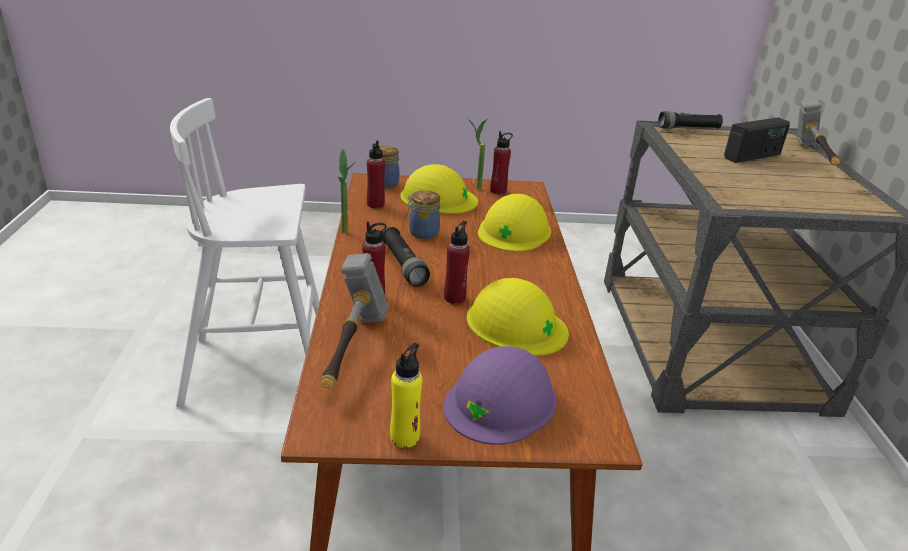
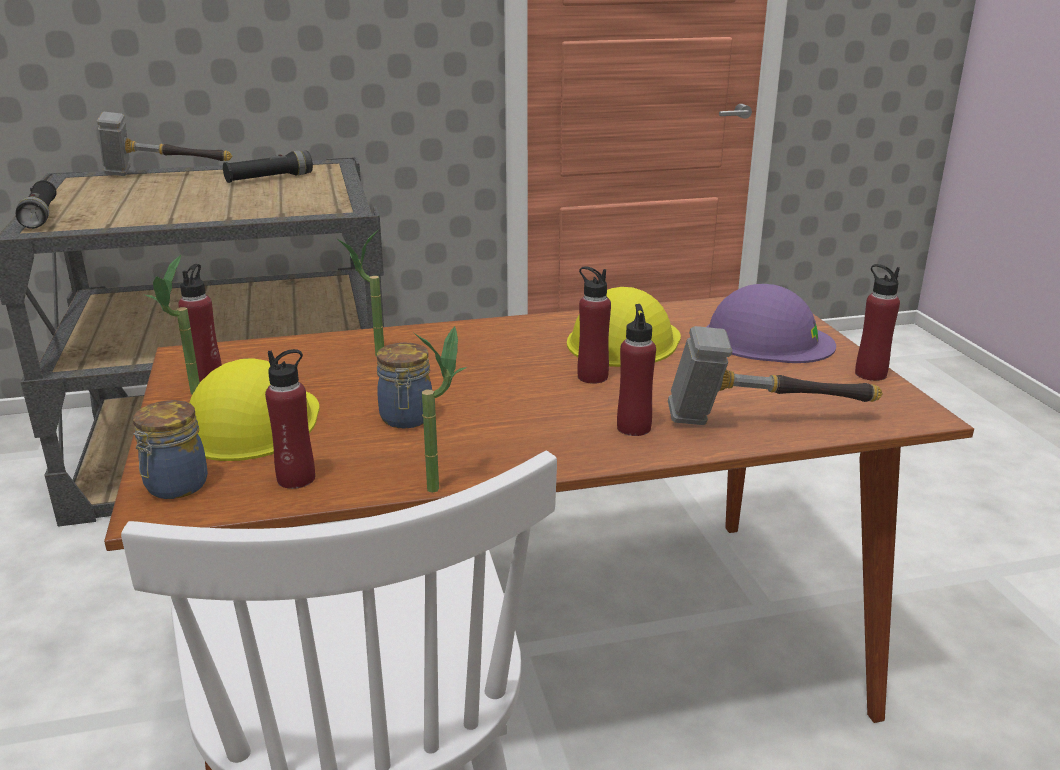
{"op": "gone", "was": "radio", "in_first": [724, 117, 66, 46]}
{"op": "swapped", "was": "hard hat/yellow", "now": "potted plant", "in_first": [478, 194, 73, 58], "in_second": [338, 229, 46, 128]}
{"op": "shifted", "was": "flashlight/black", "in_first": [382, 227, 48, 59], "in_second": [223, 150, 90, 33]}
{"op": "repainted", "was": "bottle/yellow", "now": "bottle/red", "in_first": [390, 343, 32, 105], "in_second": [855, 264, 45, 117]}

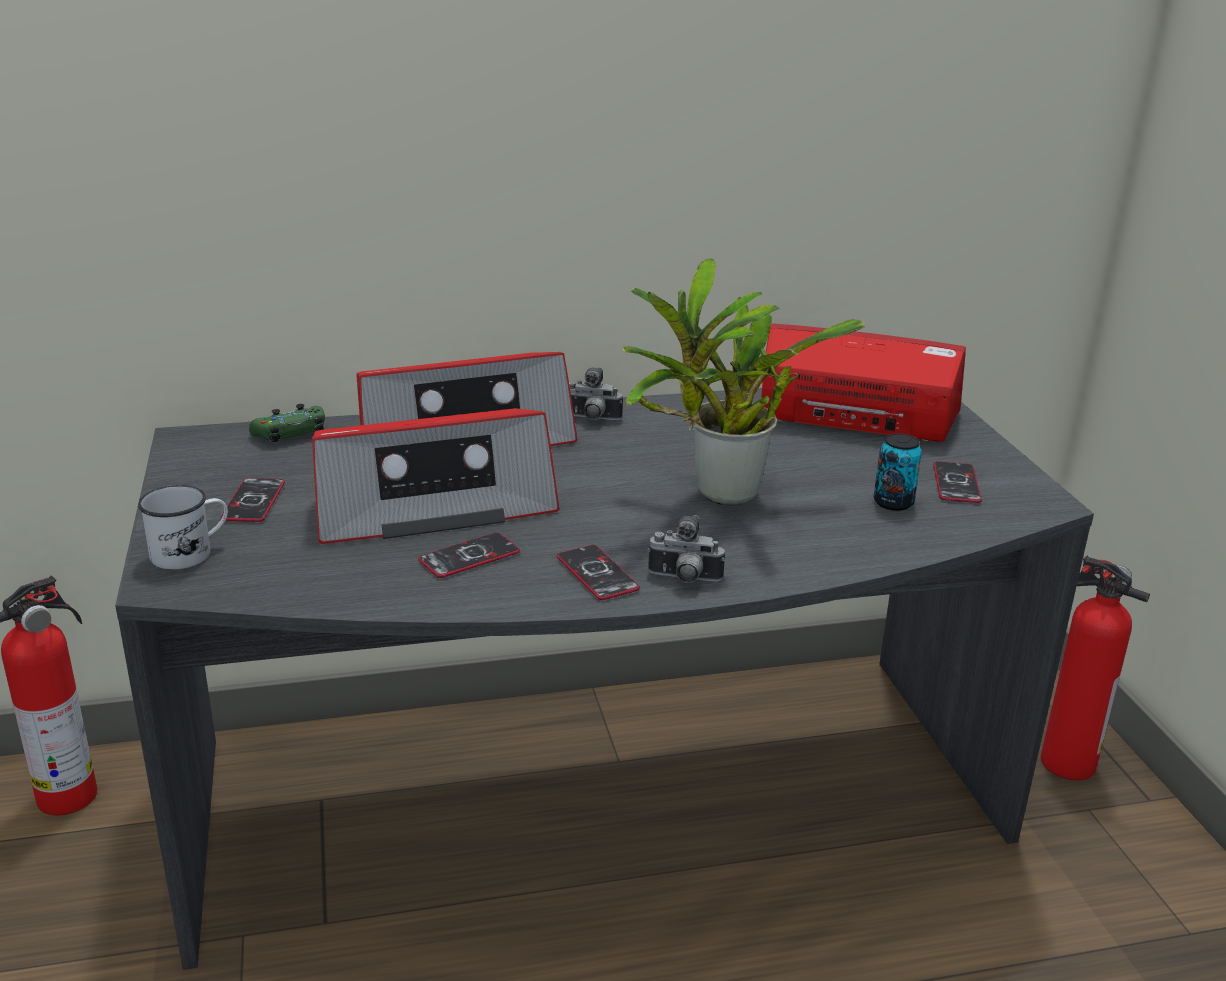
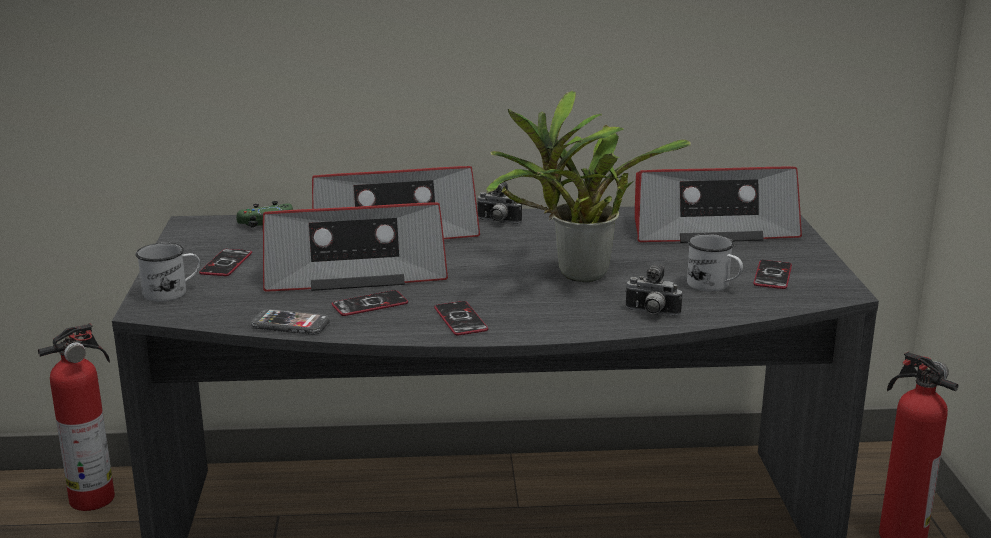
{"op": "rotated", "was": "radio", "in_first": [761, 324, 205, 118], "in_second": [635, 167, 167, 76], "clockwise": 150}
{"op": "swapped", "was": "can", "now": "mug/white", "in_first": [873, 433, 49, 78], "in_second": [687, 234, 56, 58]}
{"op": "shifted", "was": "photo camera", "in_first": [647, 515, 78, 68], "in_second": [625, 265, 57, 51]}
{"op": "new", "now": "phone", "in_second": [251, 309, 79, 26]}

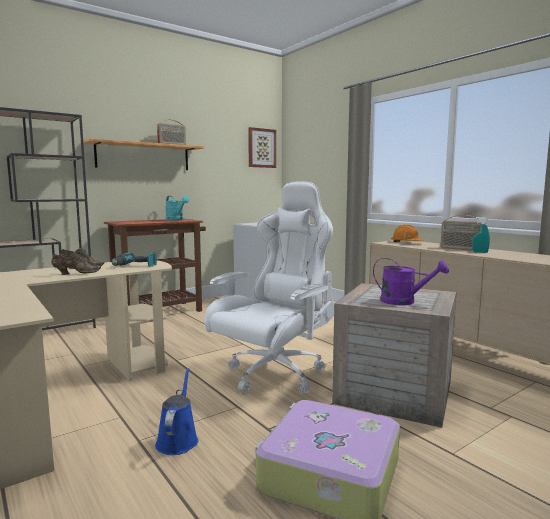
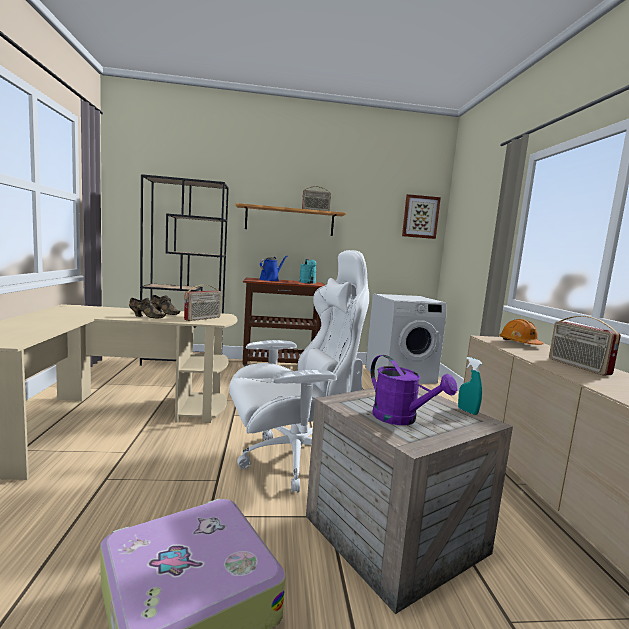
{"op": "shifted", "was": "spray bottle/turquoise", "in_first": [472, 217, 18, 36], "in_second": [458, 357, 25, 58]}
{"op": "swapped", "was": "power drill", "now": "radio", "in_first": [111, 252, 46, 15], "in_second": [184, 285, 37, 36]}
{"op": "shifted", "was": "watering can/blue", "in_first": [155, 368, 43, 87], "in_second": [259, 256, 28, 25]}

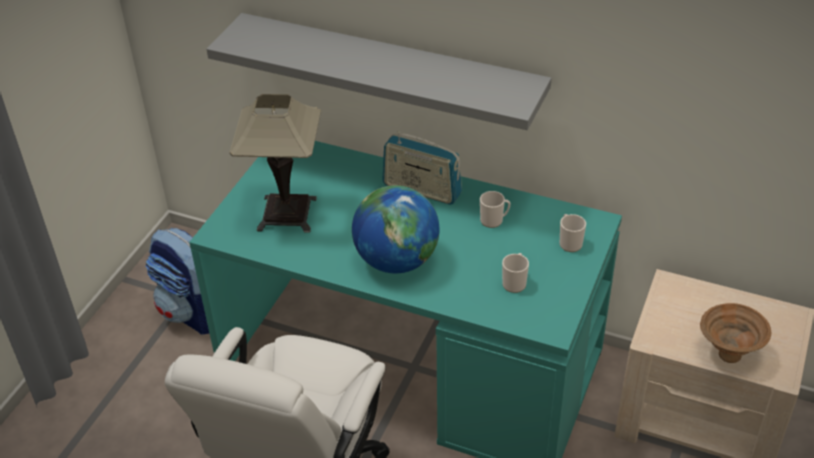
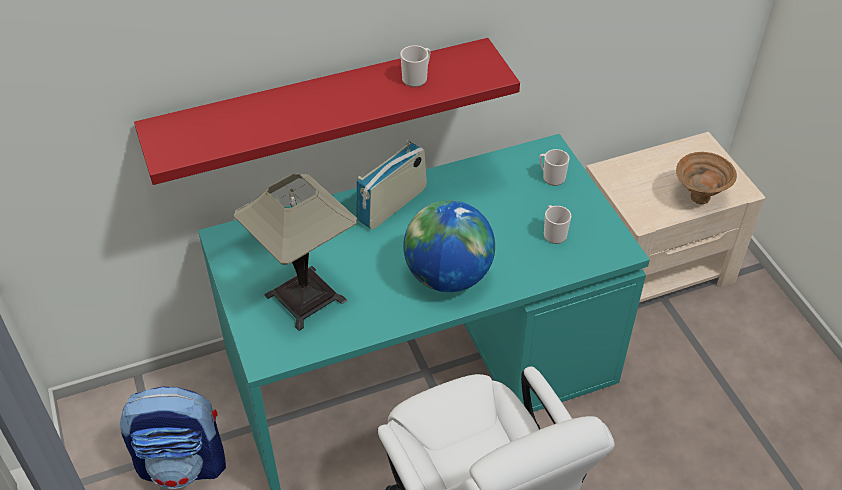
{"op": "repainted", "was": "shelf/grey", "now": "shelf/red", "in_first": [207, 13, 344, 117], "in_second": [134, 38, 386, 147]}
{"op": "rotated", "was": "radio", "in_first": [382, 131, 80, 74], "in_second": [356, 140, 71, 90], "clockwise": 150}
{"op": "shifted", "was": "mug", "in_first": [480, 191, 31, 37], "in_second": [400, 45, 30, 42]}

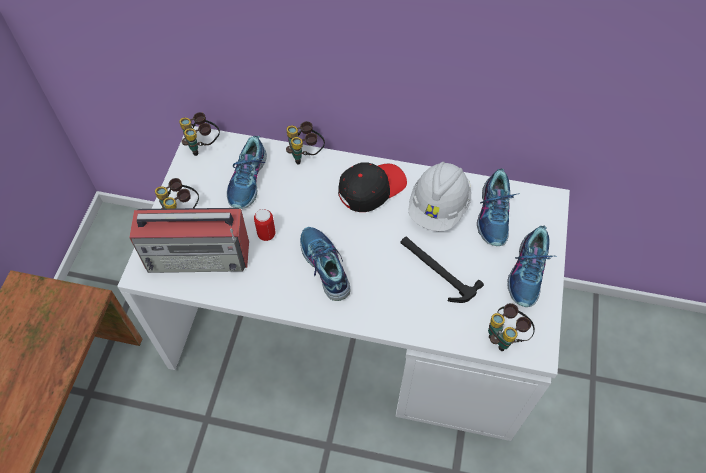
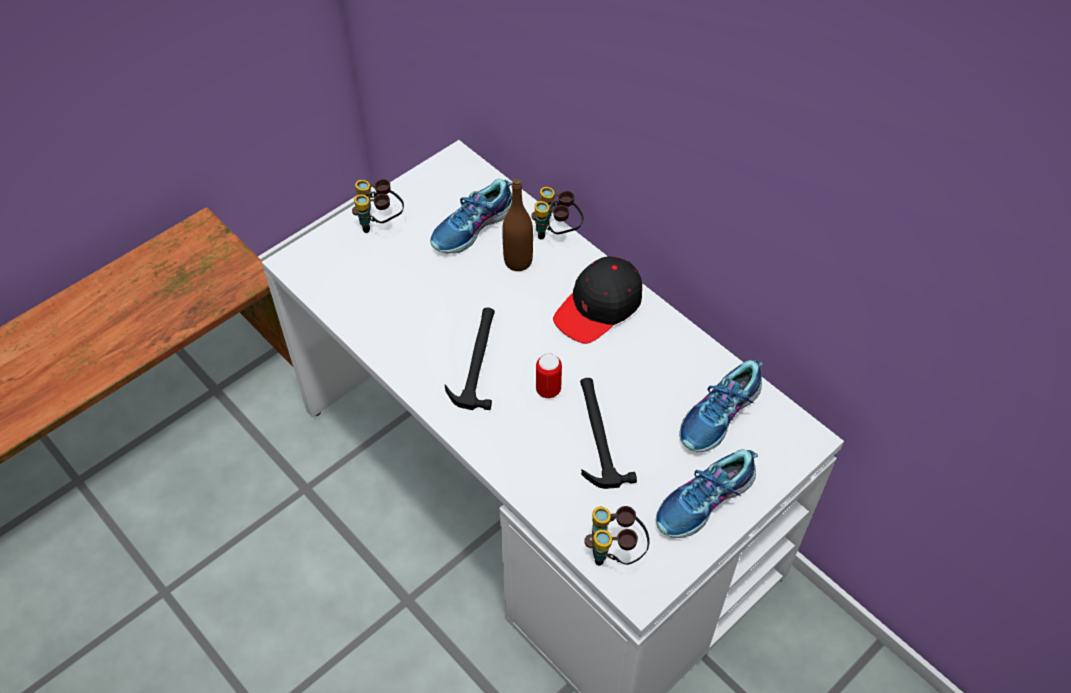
{"op": "gone", "was": "binoculars", "in_first": [179, 112, 41, 44]}
{"op": "rotated", "was": "cap/black", "in_first": [338, 162, 69, 50], "in_second": [553, 256, 89, 88], "clockwise": 135}
{"op": "gone", "was": "hard hat/white", "in_first": [408, 162, 63, 69]}
{"op": "gone", "was": "radio", "in_first": [129, 208, 120, 65]}
{"op": "shifted", "was": "can", "in_first": [254, 209, 22, 32], "in_second": [536, 354, 26, 45]}
{"op": "swapped", "was": "shoe", "now": "hammer", "in_first": [300, 227, 51, 74], "in_second": [445, 308, 50, 102]}
{"op": "new", "now": "bottle/brown", "in_second": [502, 178, 31, 93]}

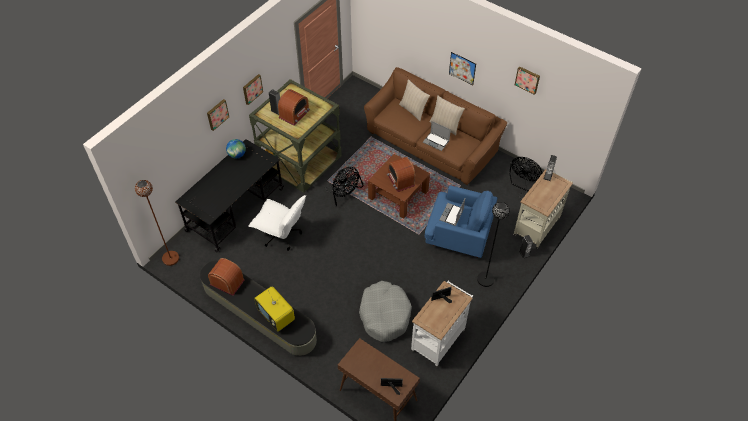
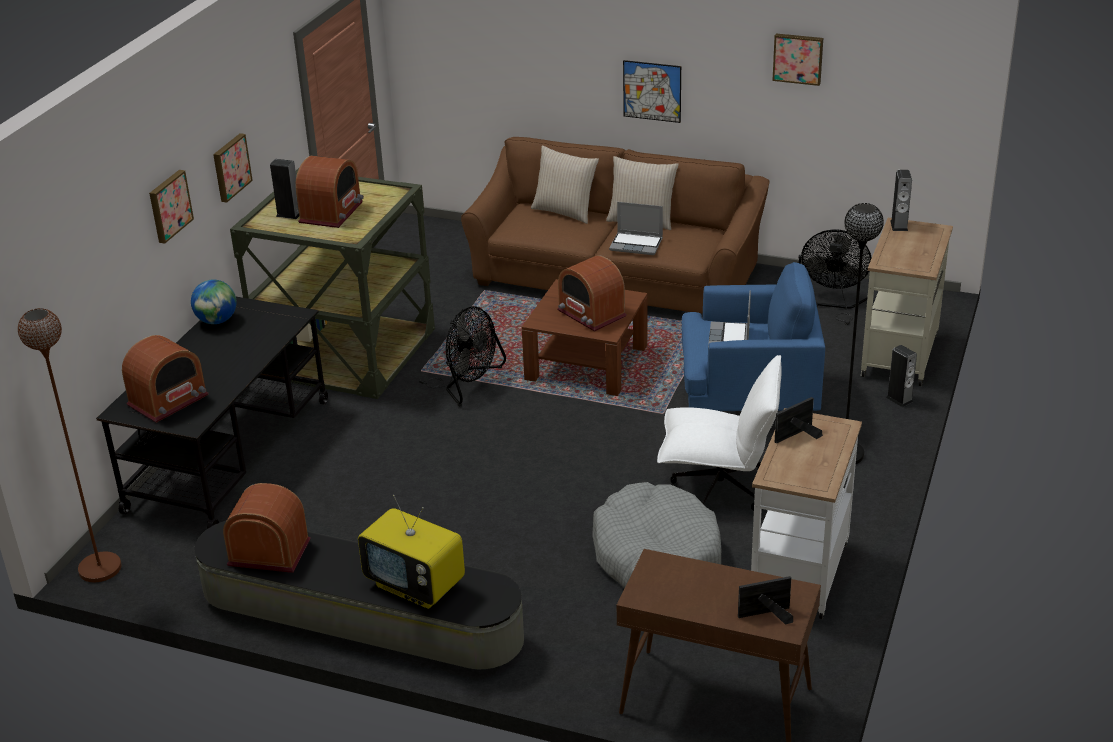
{"op": "shifted", "was": "office chair/white", "in_first": [248, 195, 58, 56], "in_second": [657, 355, 125, 155]}
{"op": "new", "now": "radio", "in_second": [122, 335, 87, 88]}

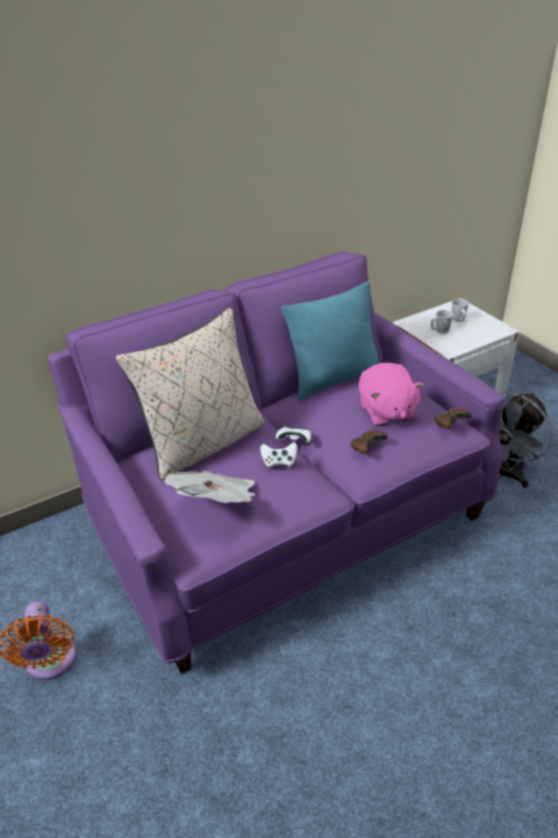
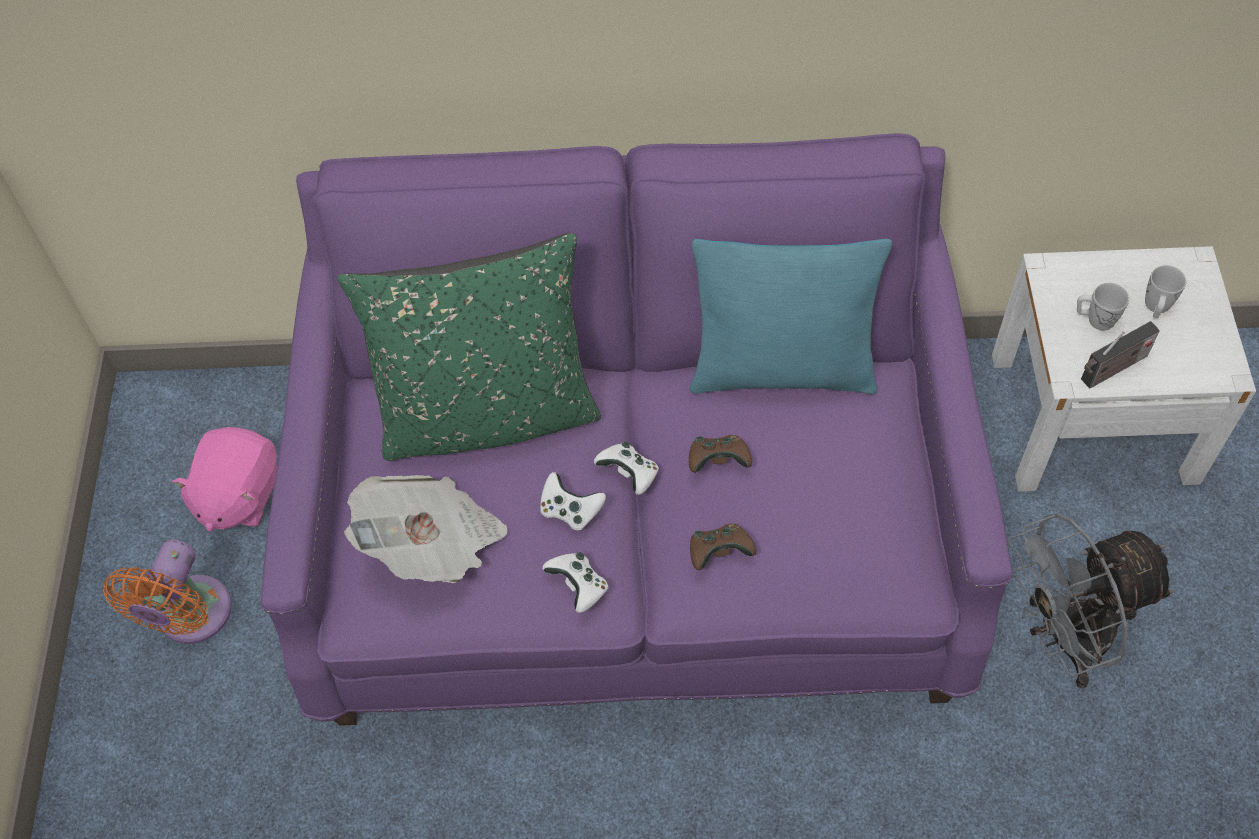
{"op": "repainted", "was": "pillow/beige", "now": "pillow/green", "in_first": [116, 308, 149, 172], "in_second": [337, 233, 264, 228]}
{"op": "shifted", "was": "plush toy/pink", "in_first": [359, 363, 65, 63], "in_second": [172, 427, 105, 104]}
{"op": "shifted", "was": "game controller/brown", "in_first": [434, 408, 38, 21], "in_second": [689, 435, 63, 38]}
{"op": "new", "now": "radio", "in_second": [1081, 321, 79, 67]}
{"op": "new", "now": "game controller/white", "in_second": [542, 552, 67, 61]}

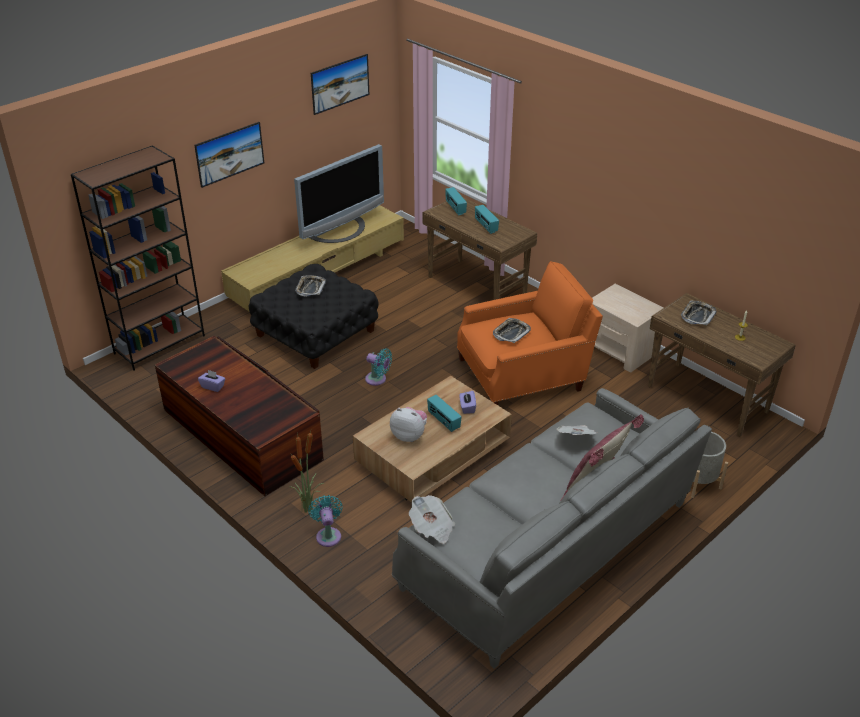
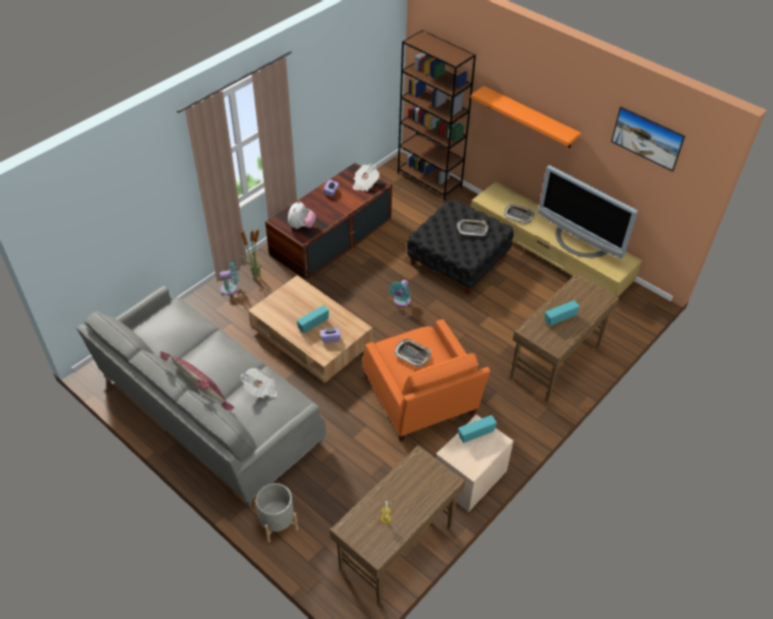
{"op": "swapped", "was": "picture", "now": "shelf/orange", "in_first": [194, 122, 70, 66], "in_second": [470, 86, 111, 62]}
{"op": "shifted", "was": "radio", "in_first": [445, 187, 22, 29], "in_second": [458, 415, 39, 28]}
{"op": "shifted", "was": "tray", "in_first": [681, 301, 36, 25], "in_second": [505, 204, 30, 20]}
{"op": "shifted", "was": "plush toy", "in_first": [390, 407, 37, 35], "in_second": [288, 201, 28, 28]}
{"op": "shifted", "was": "newspaper", "in_first": [409, 495, 46, 49], "in_second": [353, 164, 26, 27]}

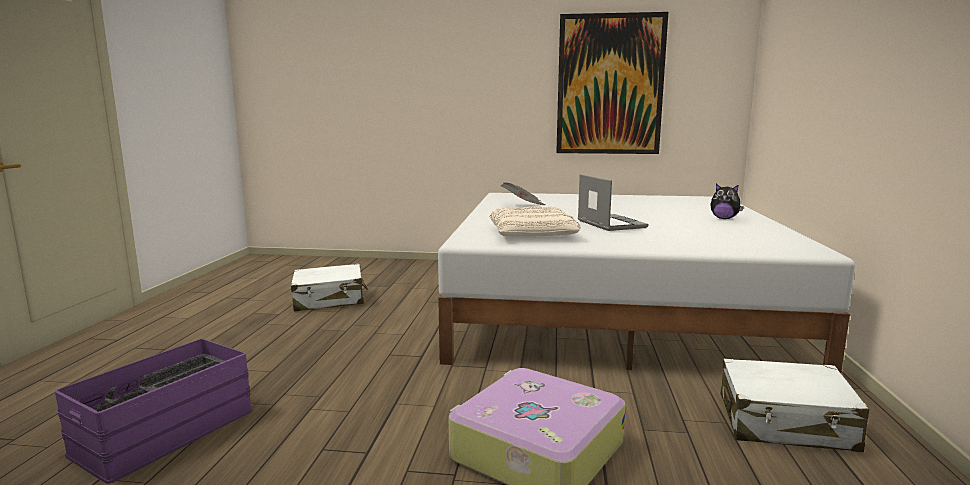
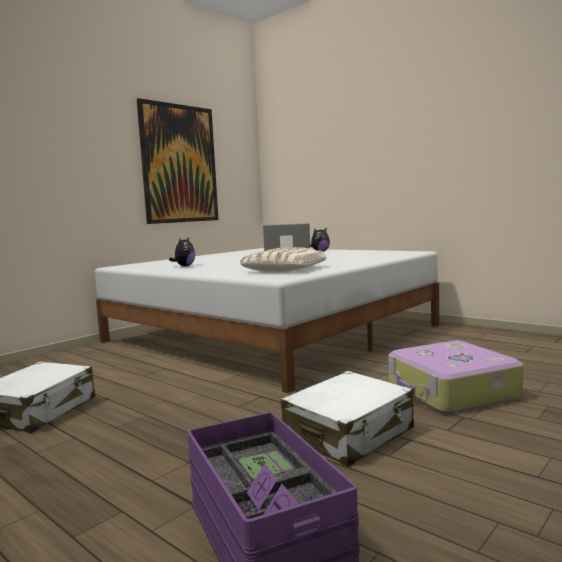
{"op": "swapped", "was": "newspaper", "now": "plush toy", "in_first": [500, 182, 46, 23], "in_second": [169, 237, 26, 29]}
{"op": "shifted", "was": "suitcase/white", "in_first": [720, 359, 149, 93], "in_second": [281, 371, 133, 96]}

